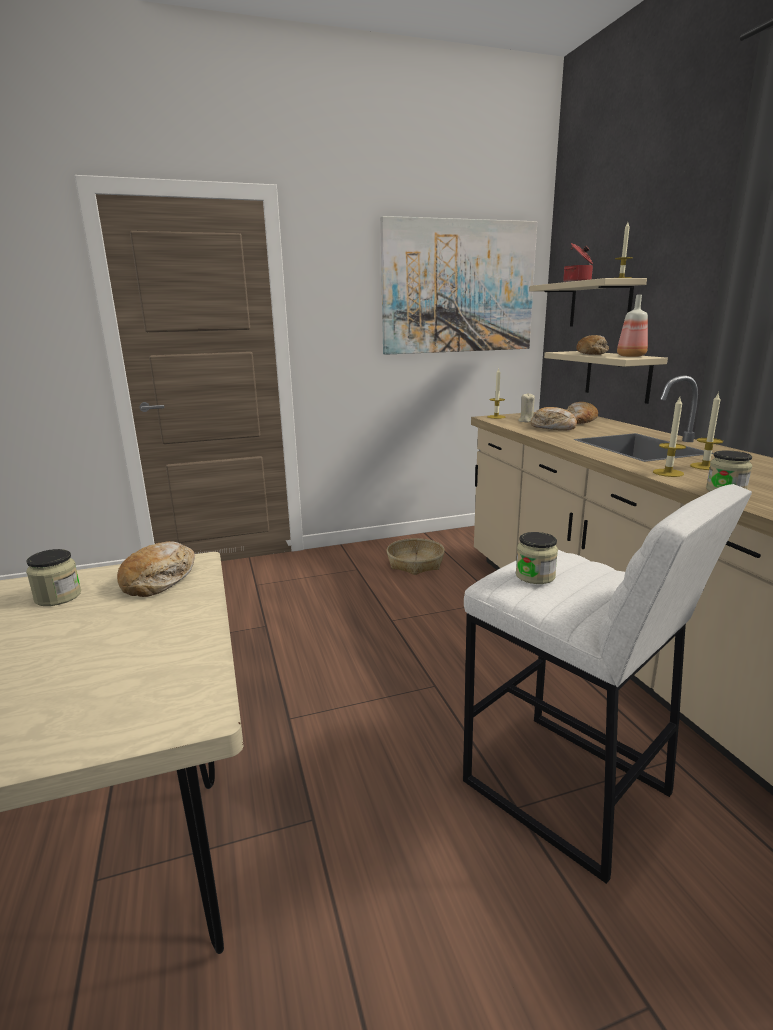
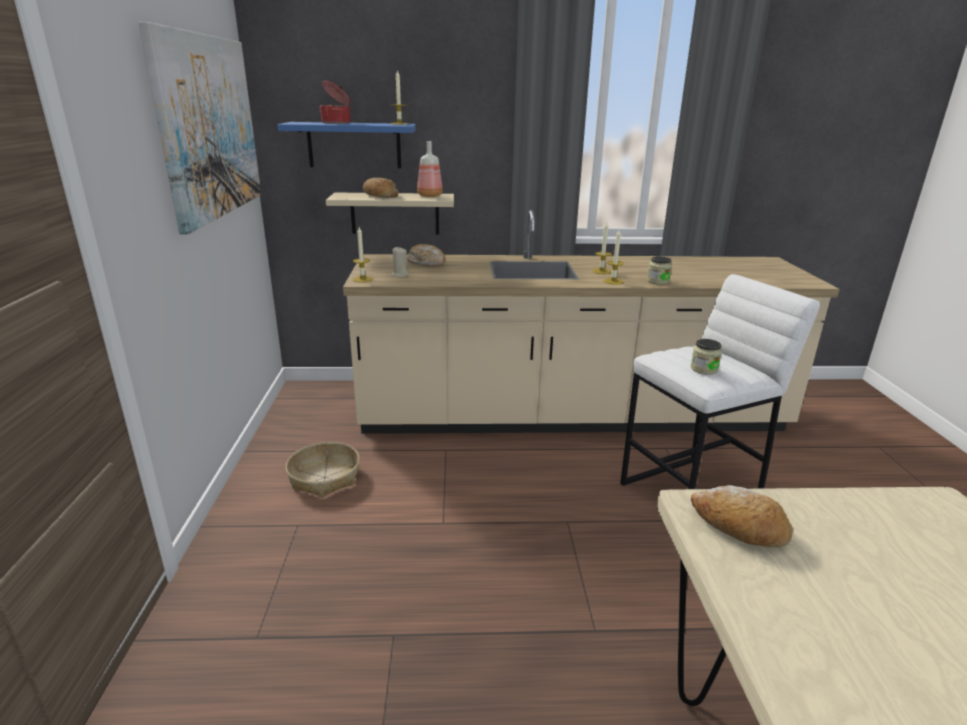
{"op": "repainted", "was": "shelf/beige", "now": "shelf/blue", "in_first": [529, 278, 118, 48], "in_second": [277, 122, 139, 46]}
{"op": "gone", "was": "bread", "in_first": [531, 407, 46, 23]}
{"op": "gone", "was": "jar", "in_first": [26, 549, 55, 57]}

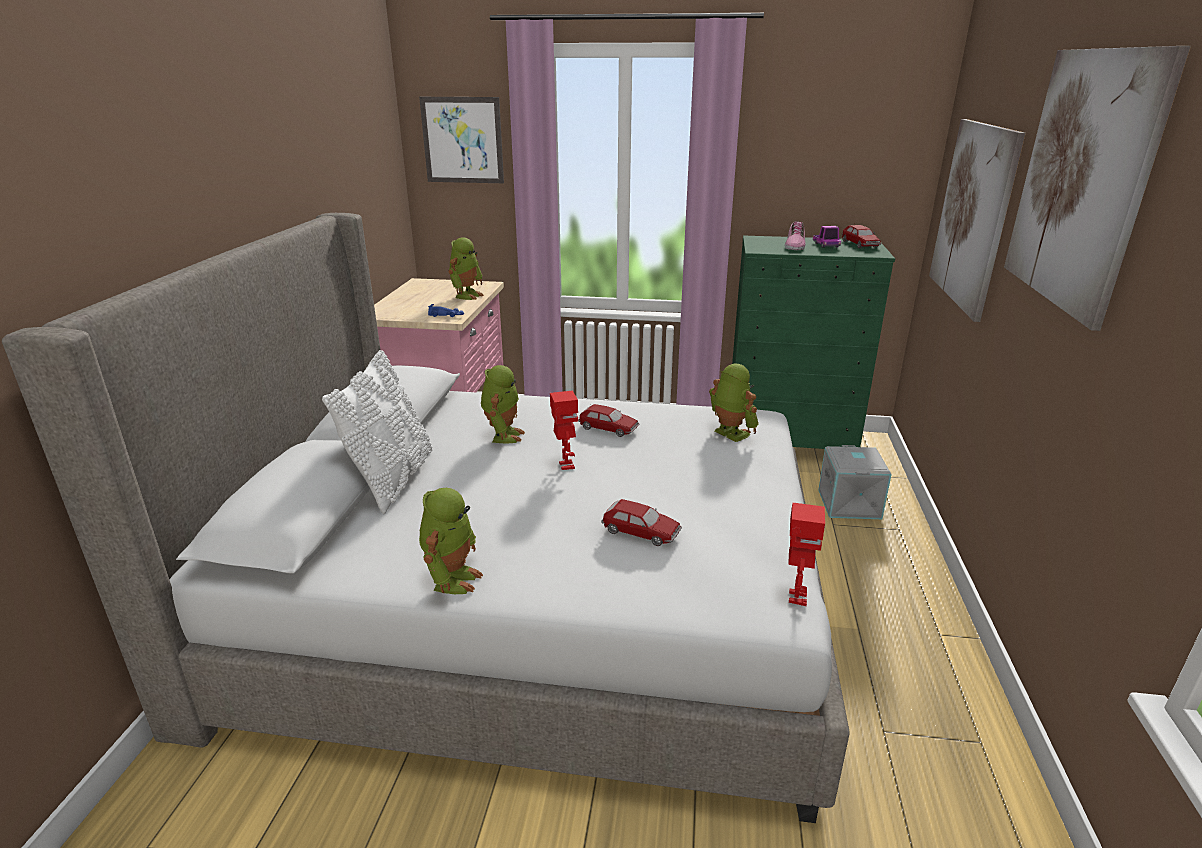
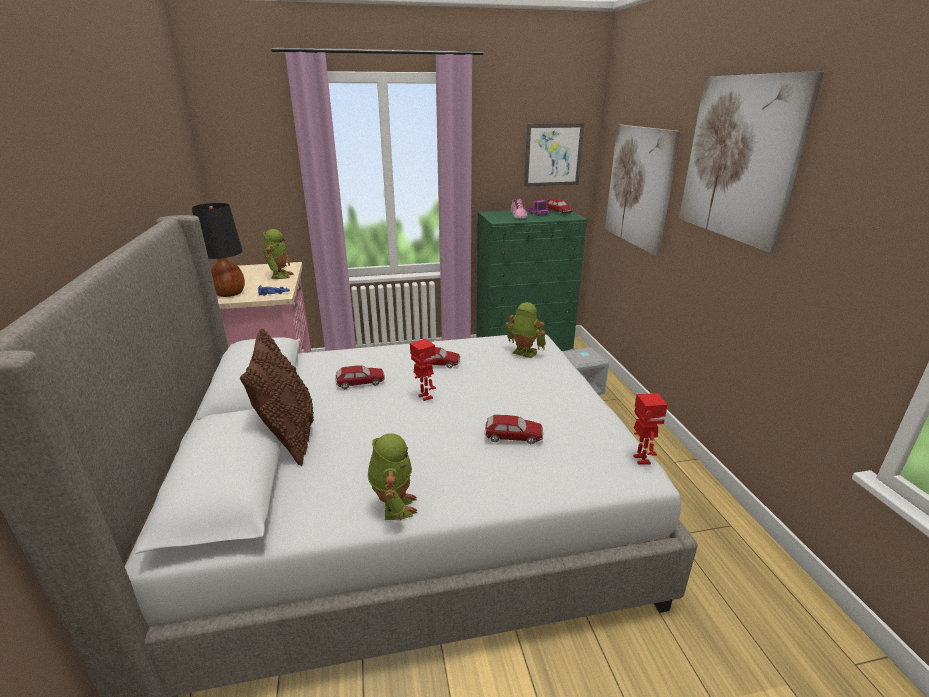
{"op": "shifted", "was": "picture", "in_first": [419, 97, 85, 86], "in_second": [524, 123, 60, 64]}
{"op": "repainted", "was": "pillow/white", "now": "pillow/brown", "in_first": [322, 350, 110, 164], "in_second": [240, 329, 74, 137]}
{"op": "swapped", "was": "toy robot", "now": "toy car", "in_first": [481, 365, 44, 78], "in_second": [336, 365, 49, 24]}
{"op": "new", "now": "table lamp/black", "in_second": [192, 203, 53, 94]}

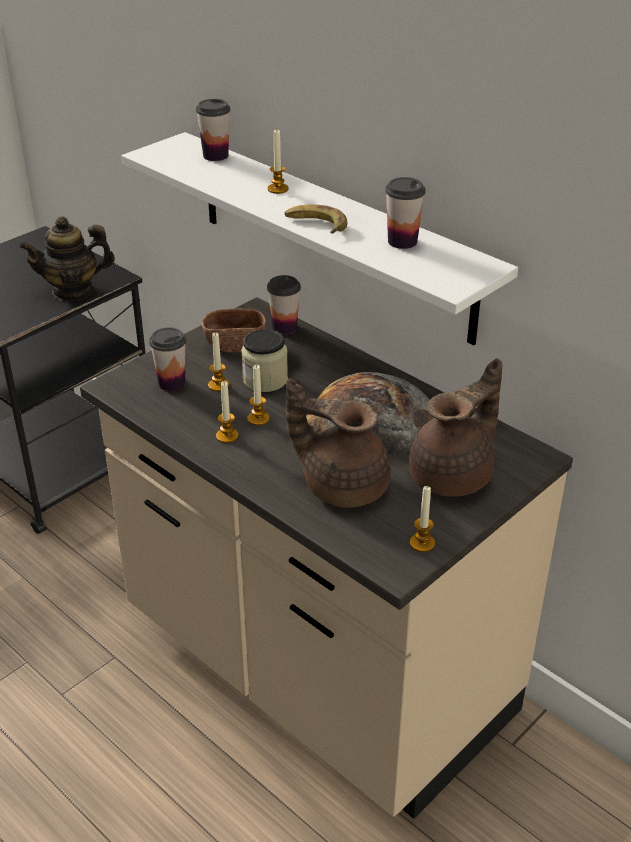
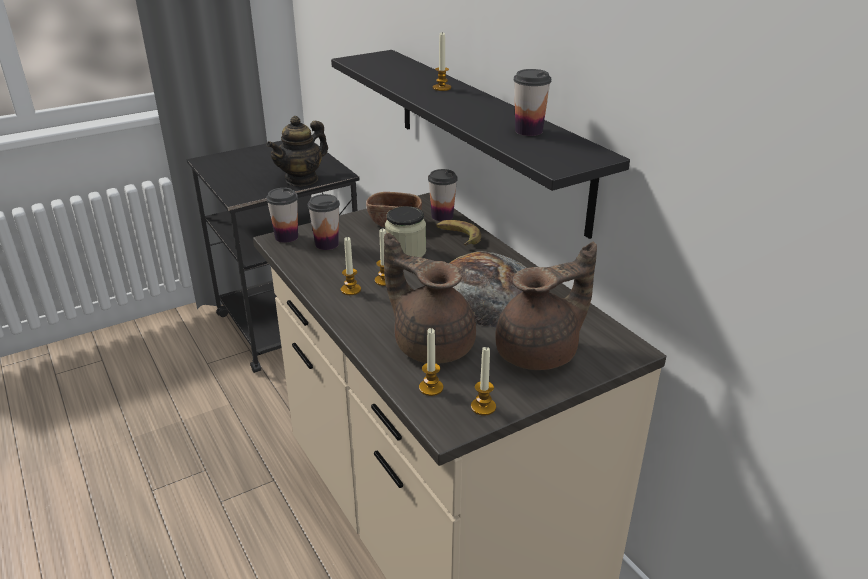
{"op": "shifted", "was": "cup", "in_first": [196, 99, 34, 62], "in_second": [266, 188, 32, 55]}
{"op": "repainted", "was": "shelf/white", "now": "shelf/black", "in_first": [122, 132, 396, 213], "in_second": [331, 50, 299, 189]}
{"op": "shifted", "was": "banana", "in_first": [284, 205, 63, 28], "in_second": [436, 220, 45, 25]}
{"op": "rotated", "was": "teapot", "in_first": [19, 216, 96, 85], "in_second": [266, 116, 62, 71], "clockwise": -45}
{"op": "shifted", "was": "candle", "in_first": [208, 332, 21, 60], "in_second": [419, 328, 24, 68]}

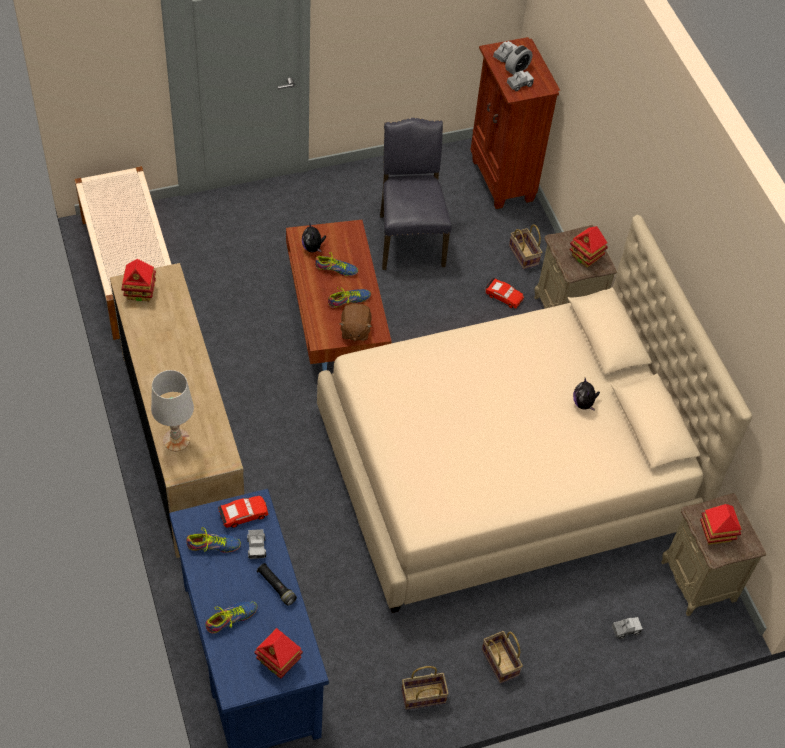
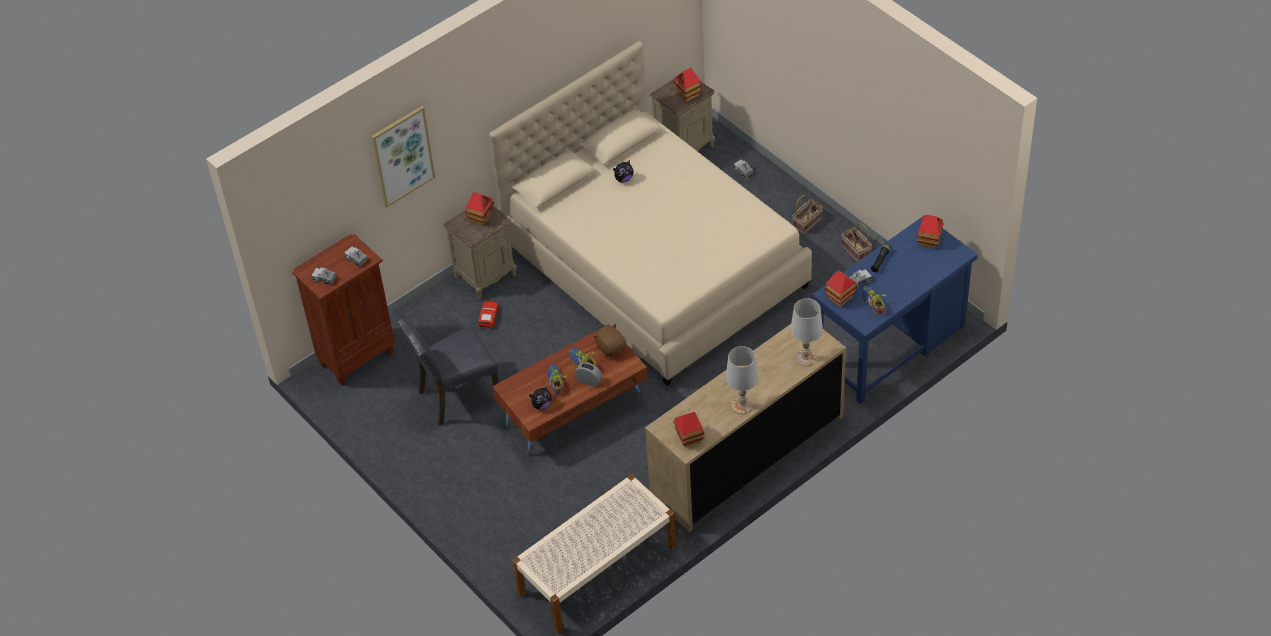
{"op": "shifted", "was": "alarm clock", "in_first": [505, 45, 28, 30], "in_second": [575, 362, 27, 25]}
{"op": "gone", "was": "basket", "in_first": [509, 224, 33, 46]}
{"op": "rotated", "was": "plush toy/brown", "in_first": [339, 303, 33, 38], "in_second": [593, 324, 33, 34], "clockwise": -105}
{"op": "swapped", "was": "toy car/red", "now": "toy house", "in_first": [218, 496, 51, 32], "in_second": [824, 270, 33, 37]}
{"op": "gone", "was": "shoe", "in_first": [206, 601, 52, 33]}
{"op": "new", "now": "picture", "in_second": [371, 106, 64, 102]}
{"op": "new", "now": "table lamp/white", "in_second": [726, 346, 33, 68]}

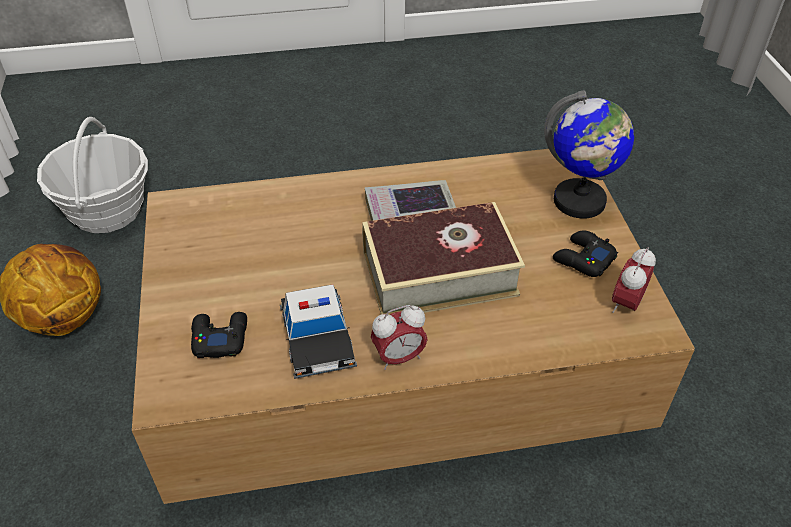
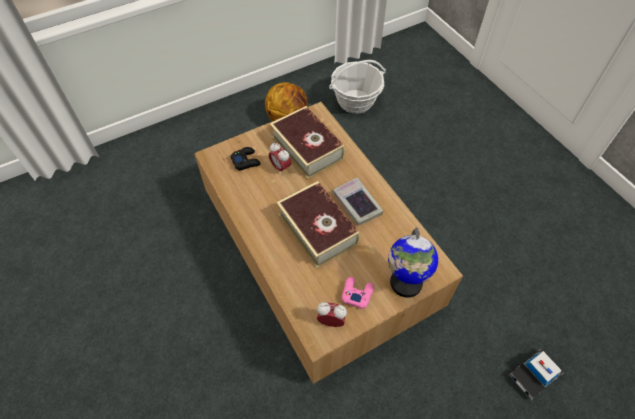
{"op": "repainted", "was": "game controller/black", "now": "game controller/pink", "in_first": [553, 230, 65, 47], "in_second": [342, 277, 32, 32]}
{"op": "shifted", "was": "toy car", "in_first": [280, 284, 77, 95], "in_second": [508, 349, 56, 51]}
{"op": "shifted", "was": "alarm clock", "in_first": [371, 305, 57, 65], "in_second": [269, 143, 22, 32]}
{"op": "new", "now": "book", "in_second": [270, 106, 75, 73]}

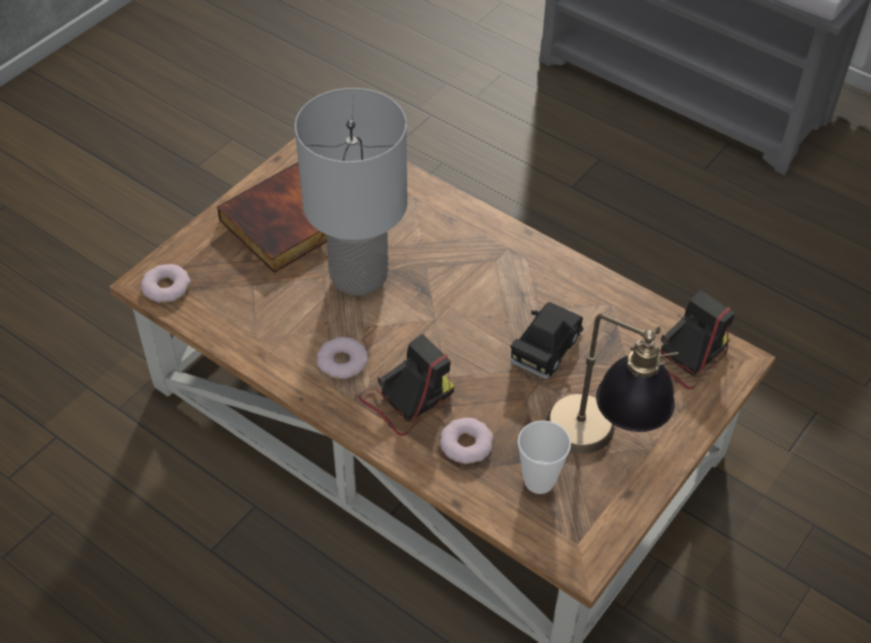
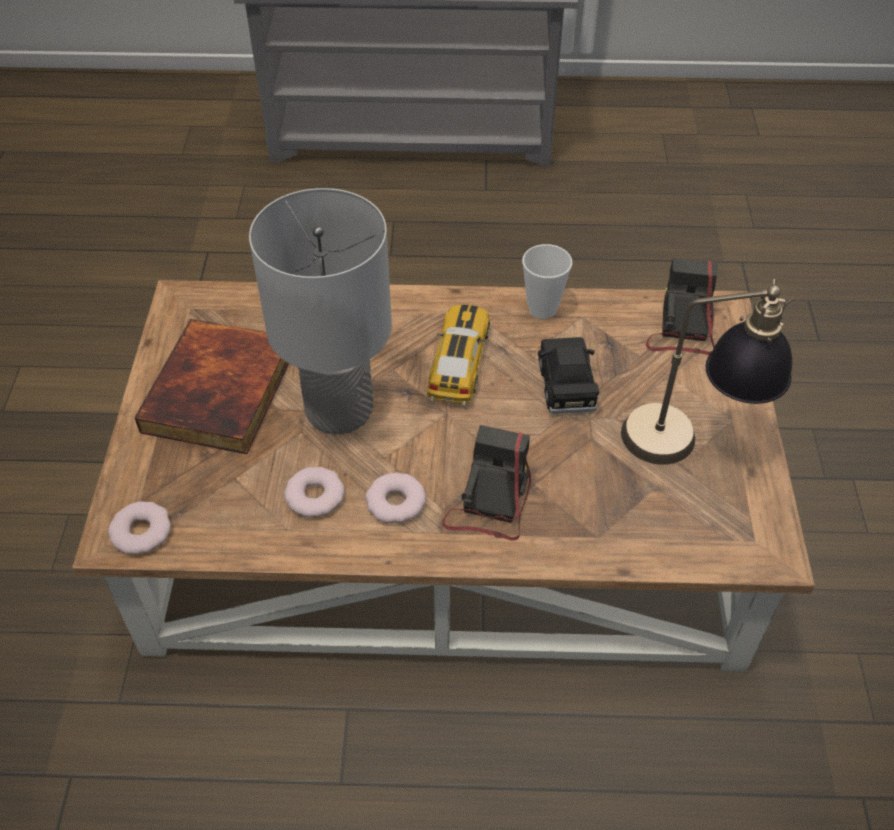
{"op": "shifted", "was": "donut", "in_first": [440, 418, 54, 46], "in_second": [284, 467, 61, 50]}
{"op": "shifted", "was": "cup", "in_first": [518, 420, 53, 74], "in_second": [522, 244, 50, 75]}
{"op": "new", "now": "toy car", "in_second": [427, 305, 63, 100]}

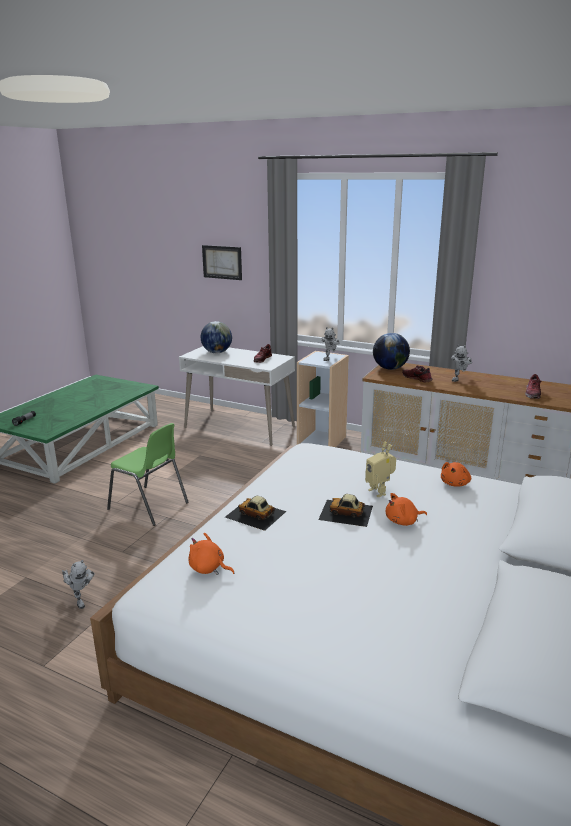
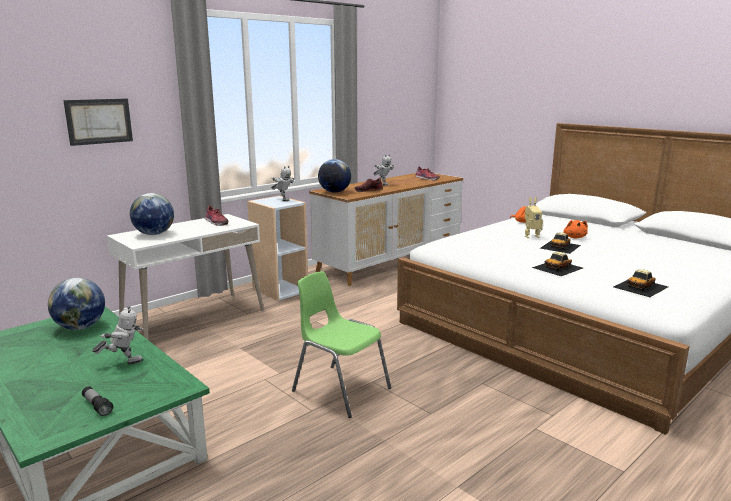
{"op": "rotated", "was": "chair/green", "in_first": [107, 423, 82, 103], "in_second": [292, 271, 99, 147], "clockwise": -105}
{"op": "swapped", "was": "plush toy/orange", "now": "toy car", "in_first": [188, 533, 47, 42], "in_second": [613, 269, 55, 28]}
{"op": "shifted", "was": "toy robot", "in_first": [62, 560, 33, 49], "in_second": [92, 306, 52, 58]}
{"op": "new", "now": "globe", "in_second": [48, 278, 57, 52]}

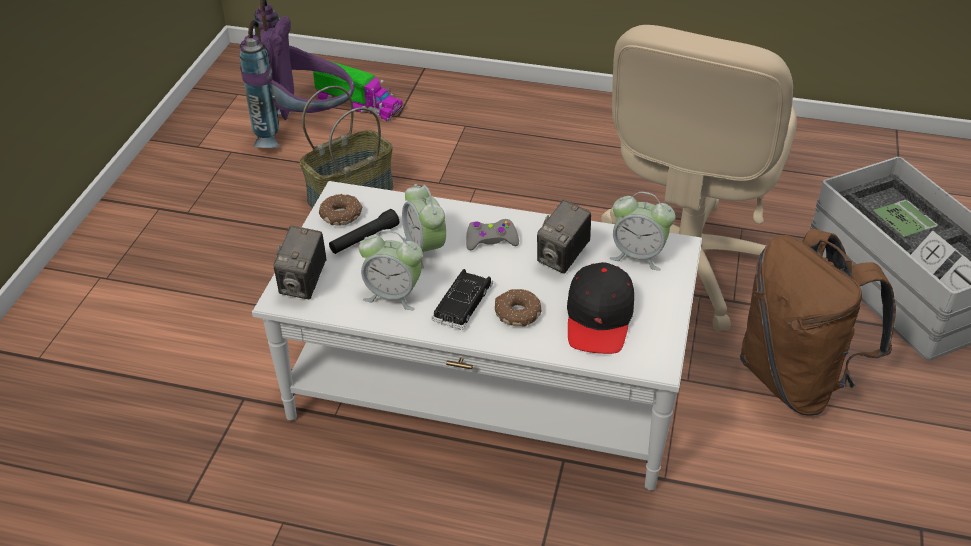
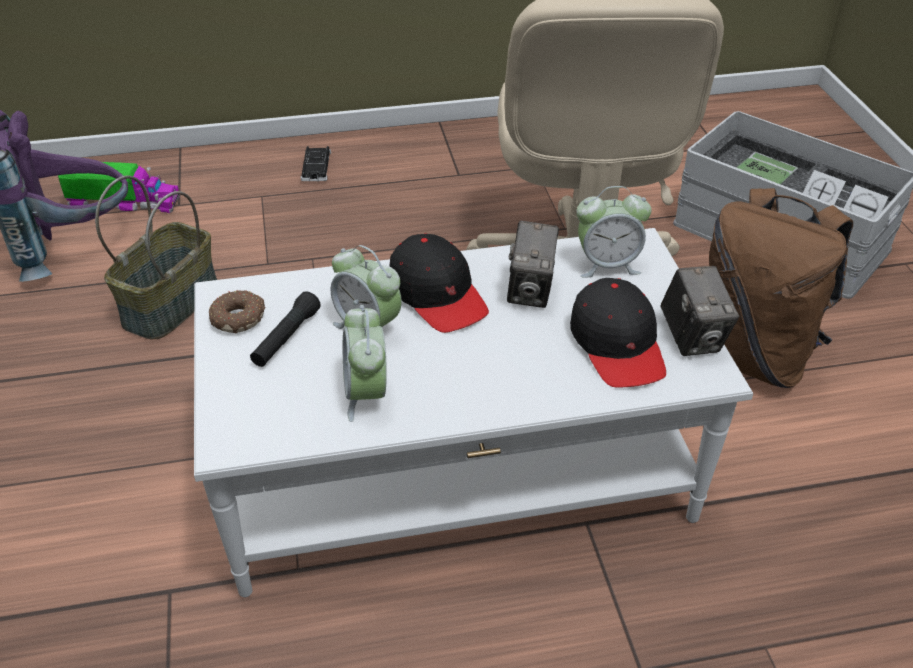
{"op": "swapped", "was": "game controller/grey", "now": "cap/black", "in_first": [466, 219, 53, 31], "in_second": [389, 233, 100, 100]}
{"op": "shifted", "was": "photo camera", "in_first": [274, 226, 52, 73], "in_second": [660, 266, 79, 90]}
{"op": "rotated", "was": "alarm clock", "in_first": [359, 230, 64, 80], "in_second": [343, 305, 44, 117], "clockwise": 90}
{"op": "shifted", "was": "toy car/black", "in_first": [432, 269, 61, 61], "in_second": [301, 146, 30, 36]}
{"op": "gone", "was": "donut", "in_first": [495, 289, 47, 38]}

